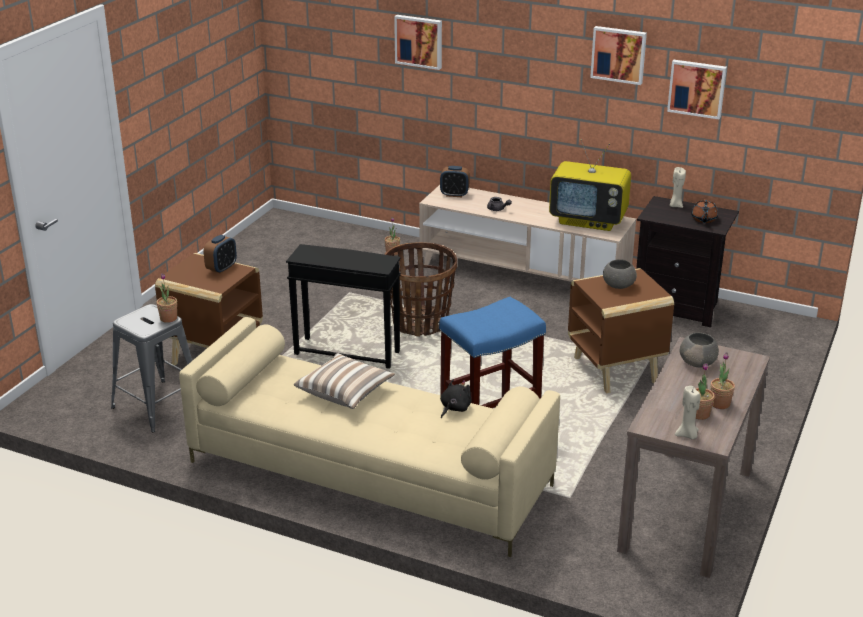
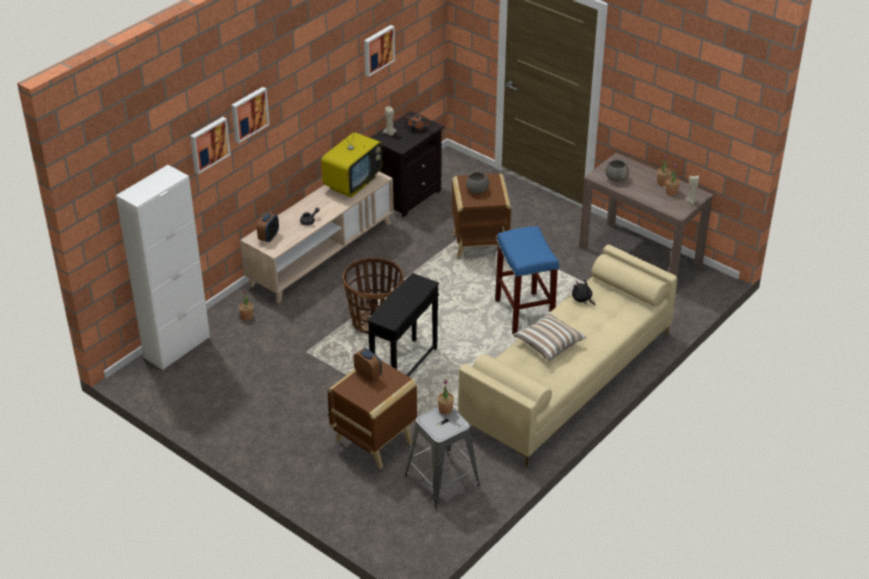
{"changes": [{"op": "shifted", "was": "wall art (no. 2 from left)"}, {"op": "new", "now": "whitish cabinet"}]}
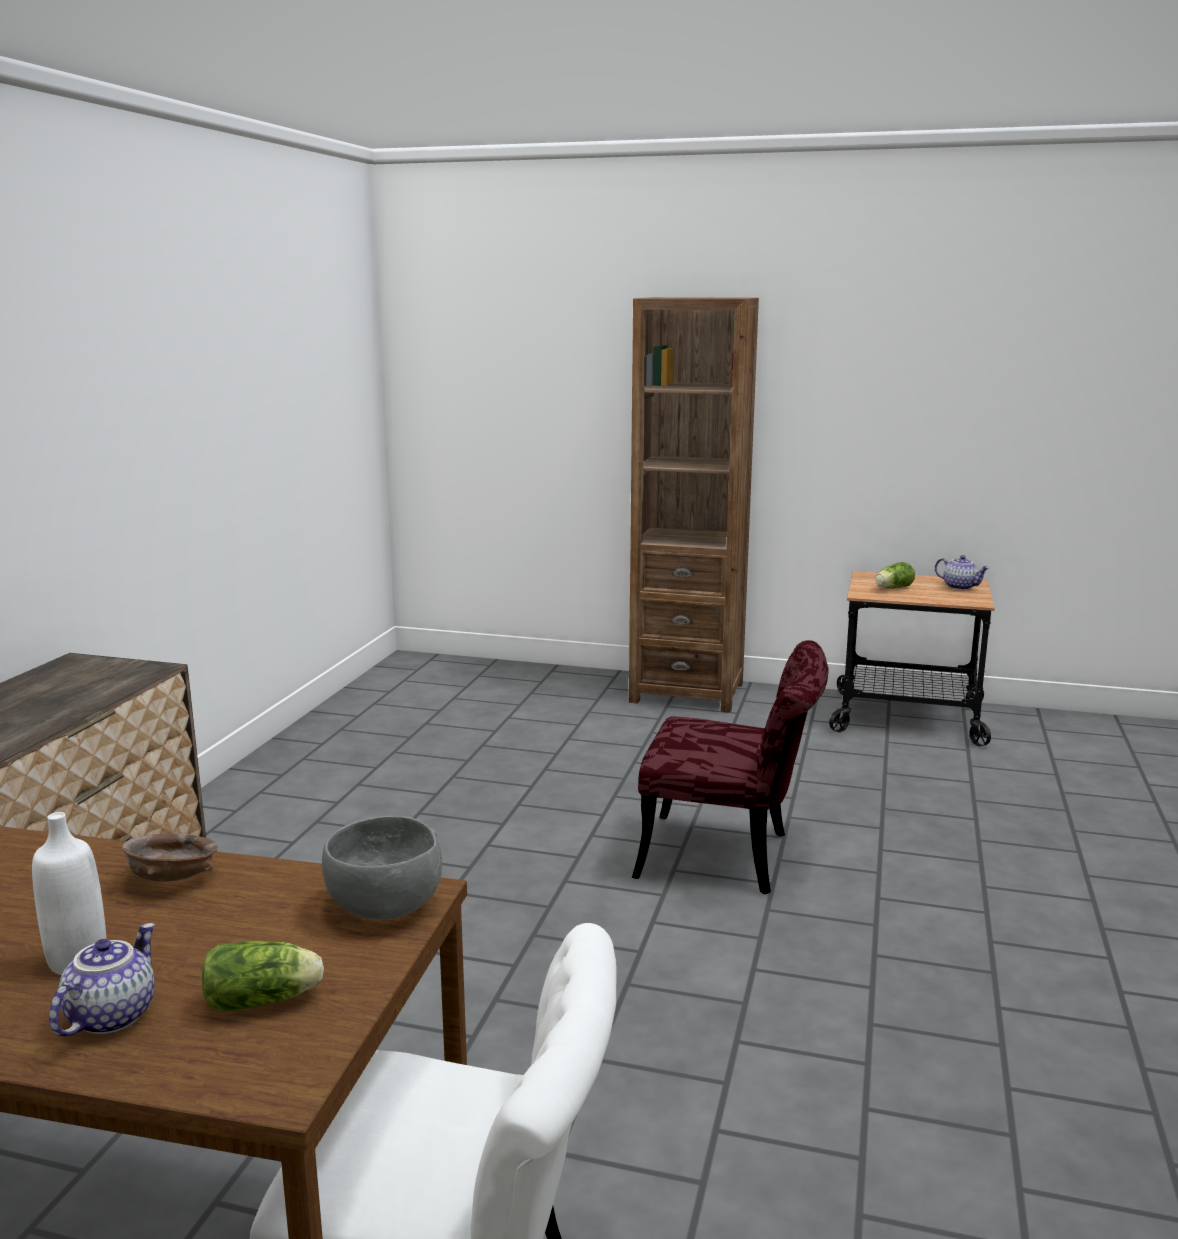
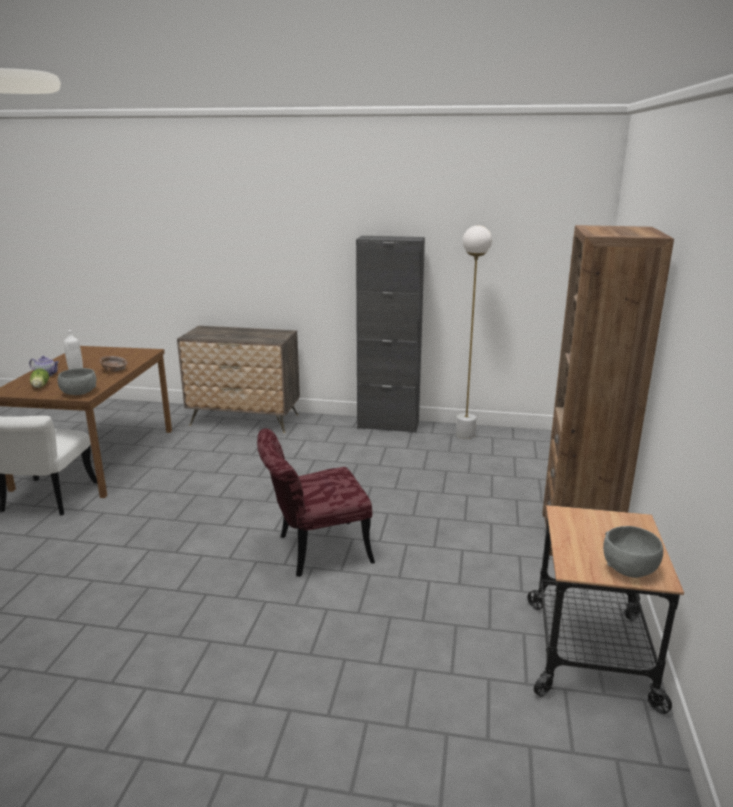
{"changes": [{"op": "rotated", "was": "red chair", "clockwise": 60}, {"op": "gone", "was": "lettuce head (no. 2 from left)"}, {"op": "swapped", "was": "teapot (no. 2 from left)", "now": "grey serving bowl (no. 2 from left)"}, {"op": "new", "now": "black-coloured cabinet"}, {"op": "new", "now": "whitish standard lamp"}]}
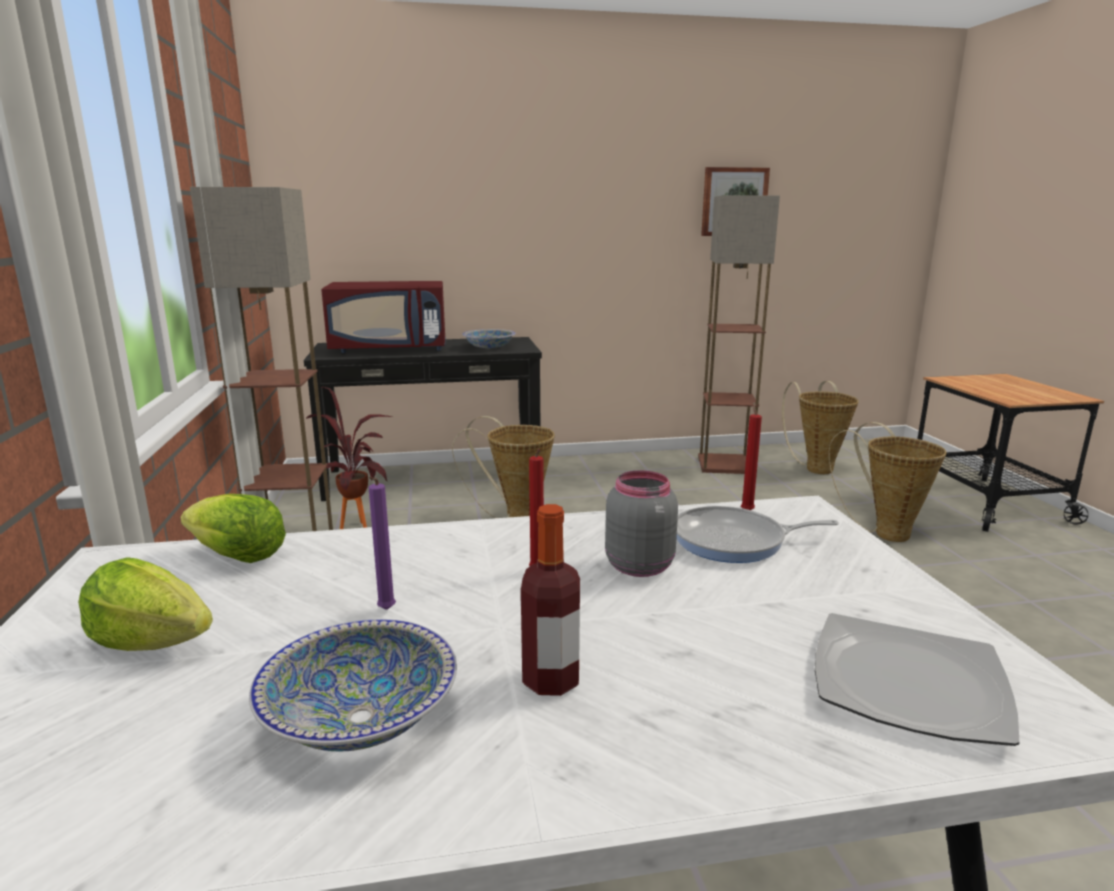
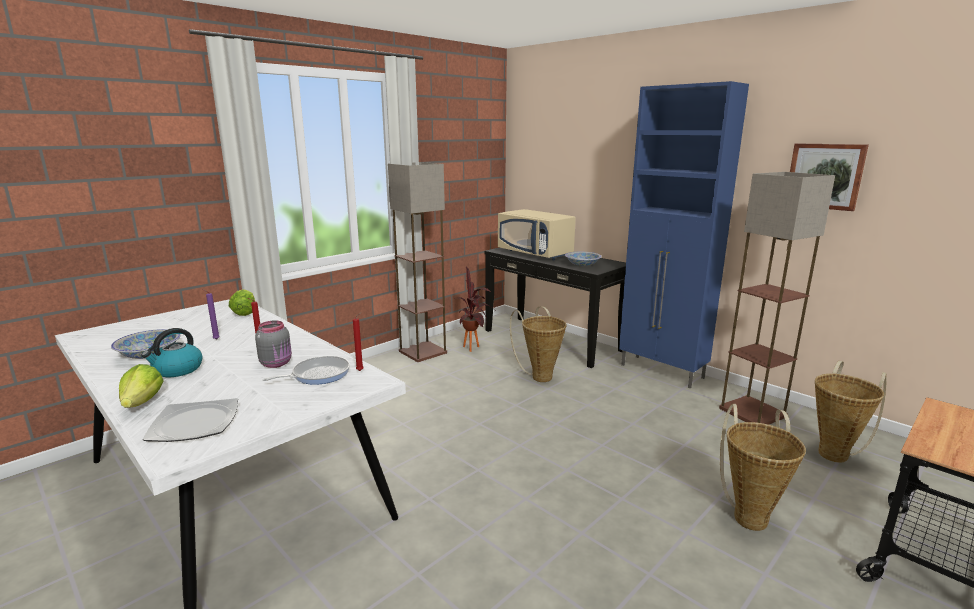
{"changes": [{"op": "shifted", "was": "lettuce head (no. 1 from left)"}, {"op": "repainted", "was": "red microwave", "now": "sand-coloured microwave"}, {"op": "swapped", "was": "drink bottle", "now": "water kettle"}, {"op": "rotated", "was": "skillet", "clockwise": 90}, {"op": "new", "now": "blue cabinet"}]}
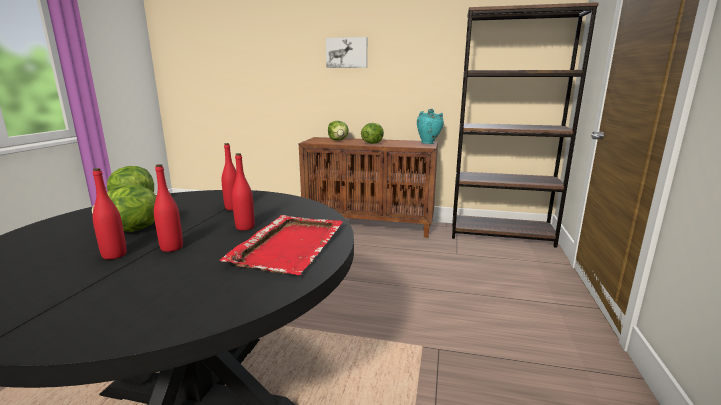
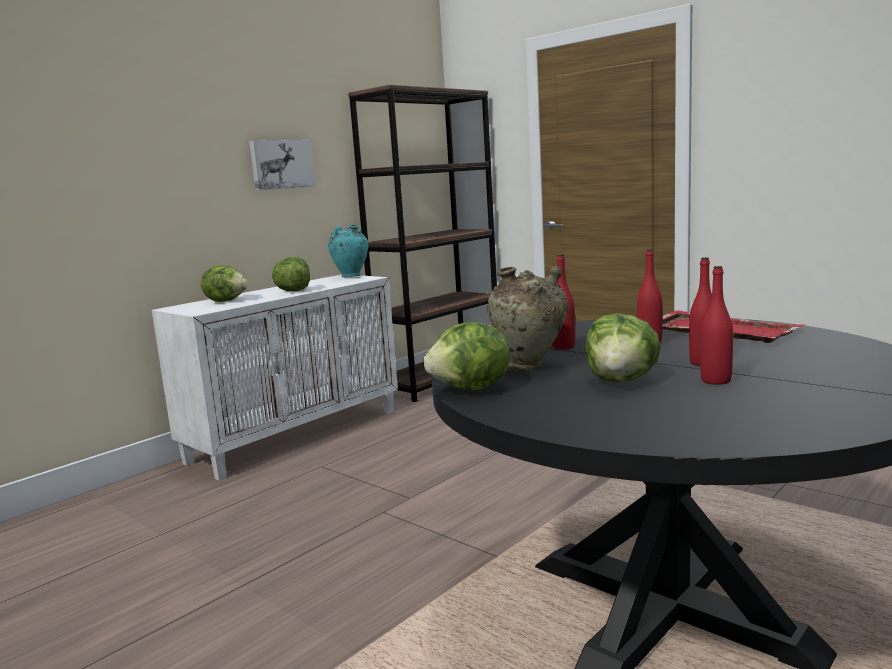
{"changes": [{"op": "repainted", "was": "brownish cabinet", "now": "whitish cabinet"}, {"op": "shifted", "was": "wall art"}, {"op": "new", "now": "sand-coloured vase"}]}
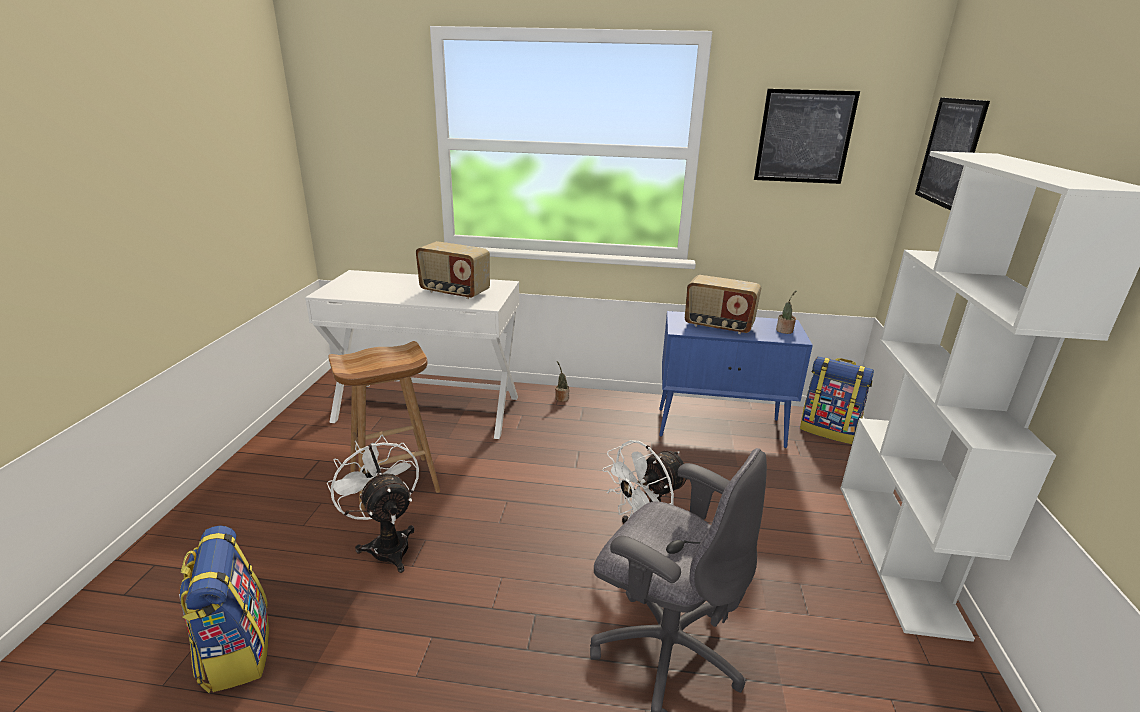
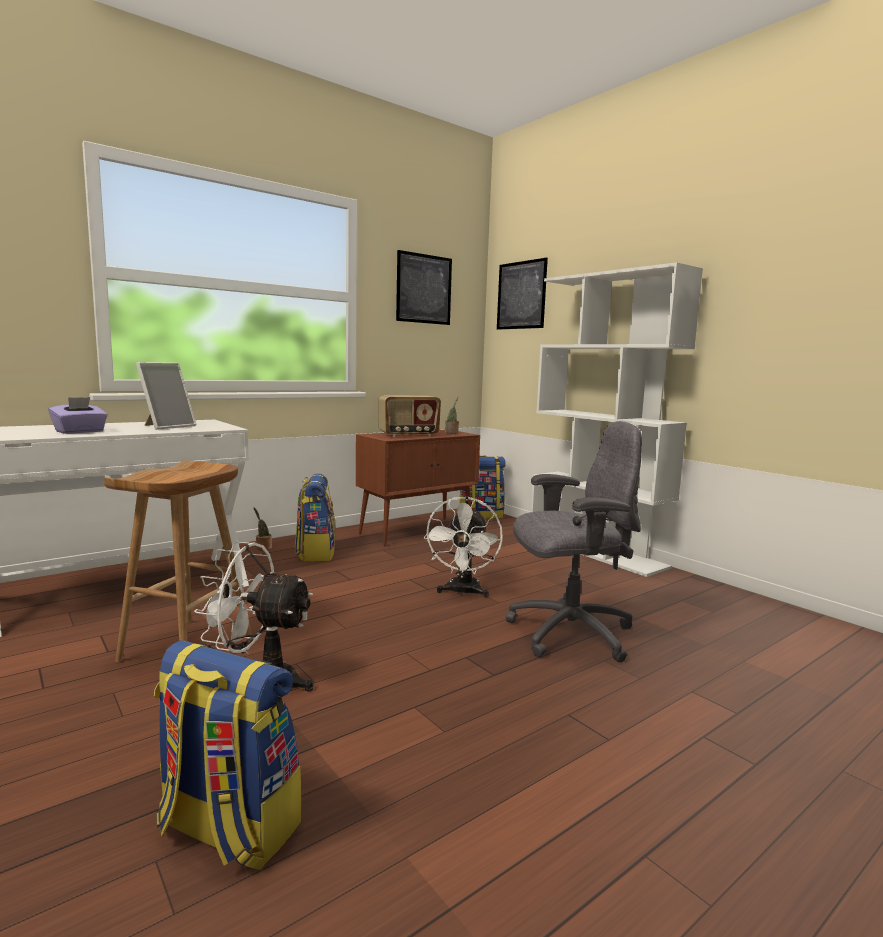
{"changes": [{"op": "swapped", "was": "radio (no. 1 from left)", "now": "standing frame"}, {"op": "repainted", "was": "blue cabinet", "now": "brownish cabinet"}, {"op": "new", "now": "purple-coloured tissue holder"}, {"op": "new", "now": "rucksack (no. 2 from left)"}]}
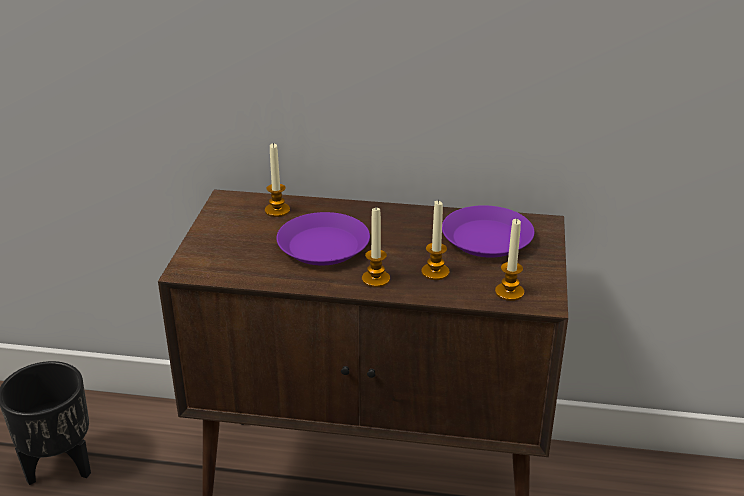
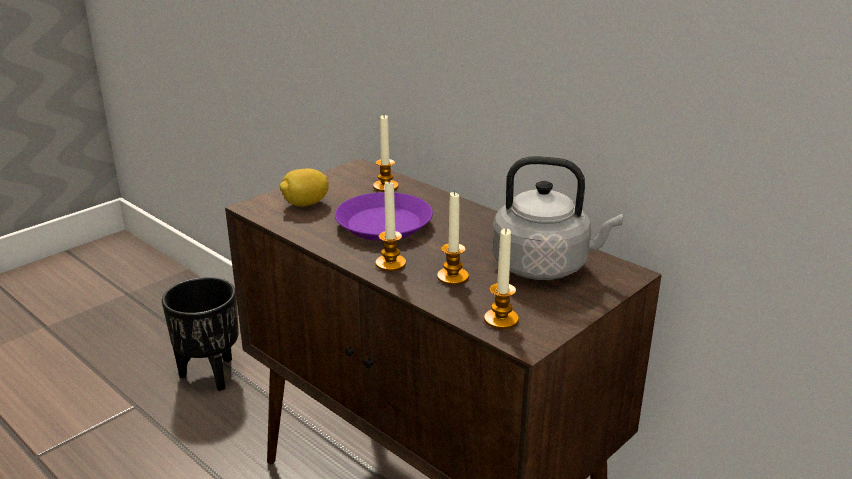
{"changes": [{"op": "swapped", "was": "purple-coloured plate (no. 2 from left)", "now": "grey water kettle"}, {"op": "new", "now": "lemon"}]}
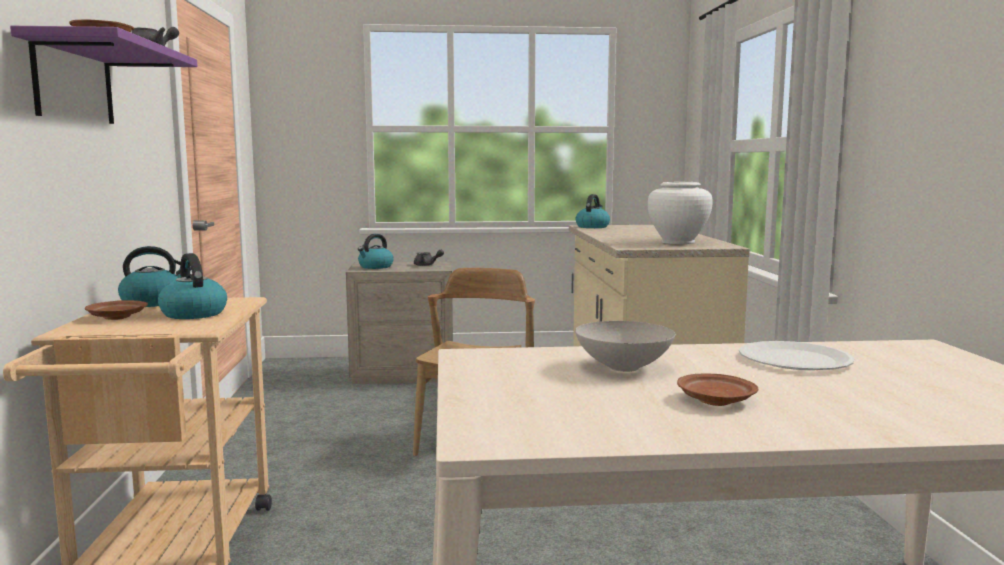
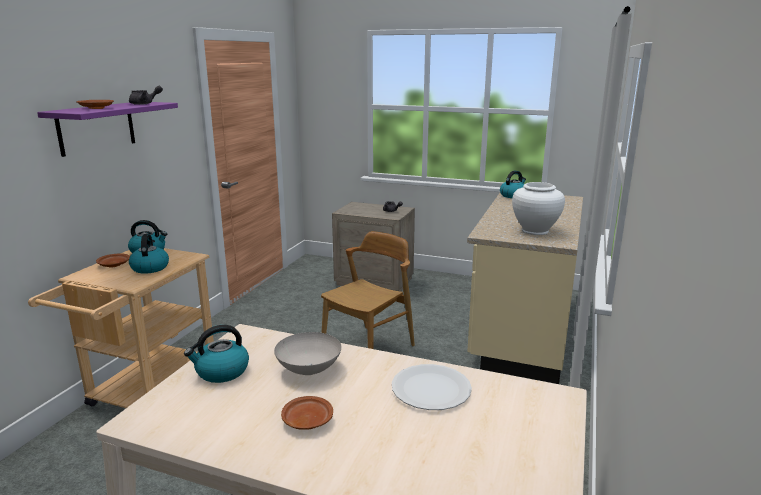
{"changes": [{"op": "shifted", "was": "water kettle (no. 3 from left)"}]}
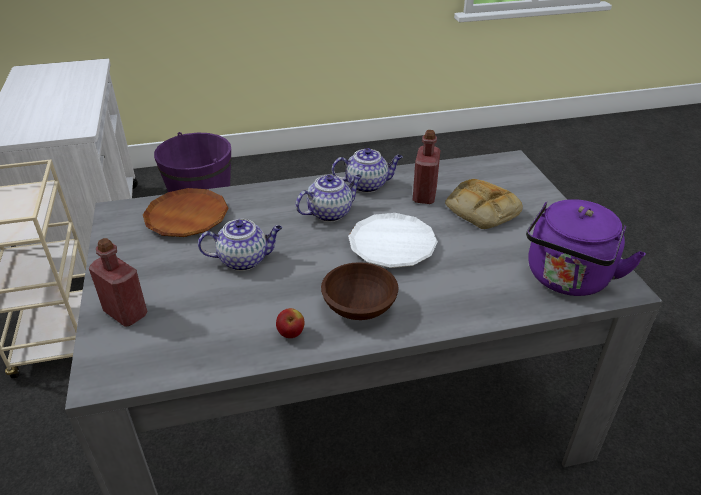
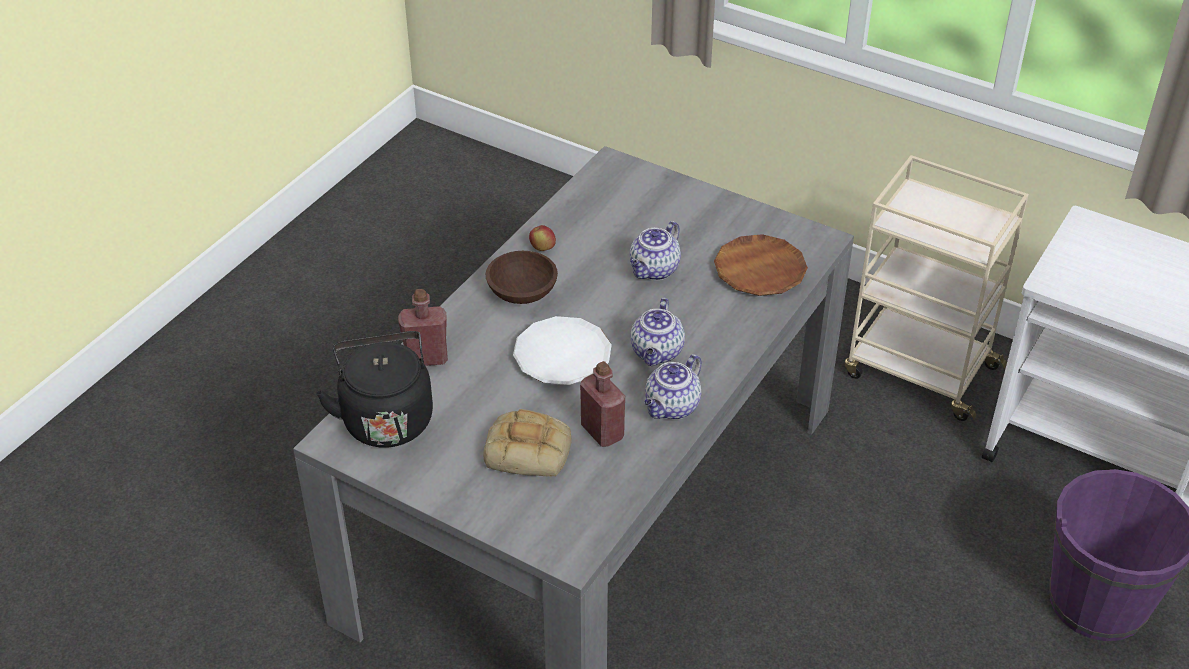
{"changes": [{"op": "shifted", "was": "red drink bottle (no. 1 from left)"}, {"op": "repainted", "was": "purple-coloured water kettle", "now": "black-coloured water kettle"}]}
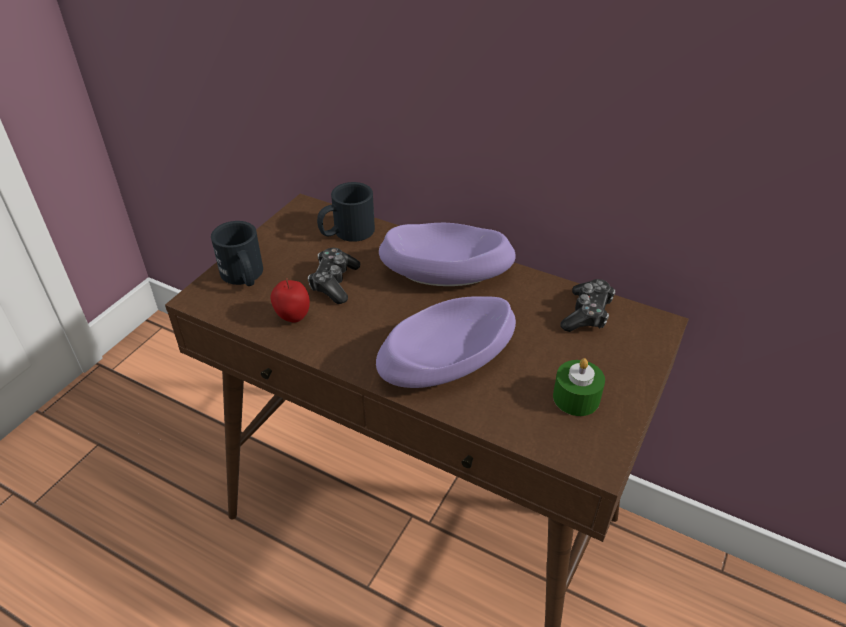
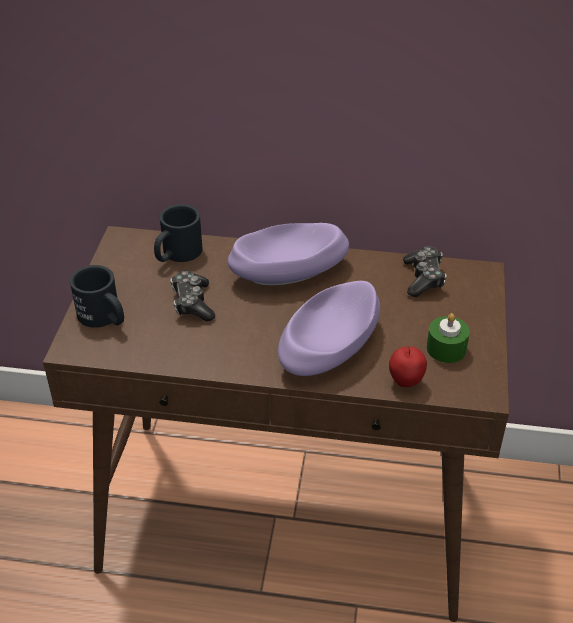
{"changes": [{"op": "shifted", "was": "apple fruit"}]}
